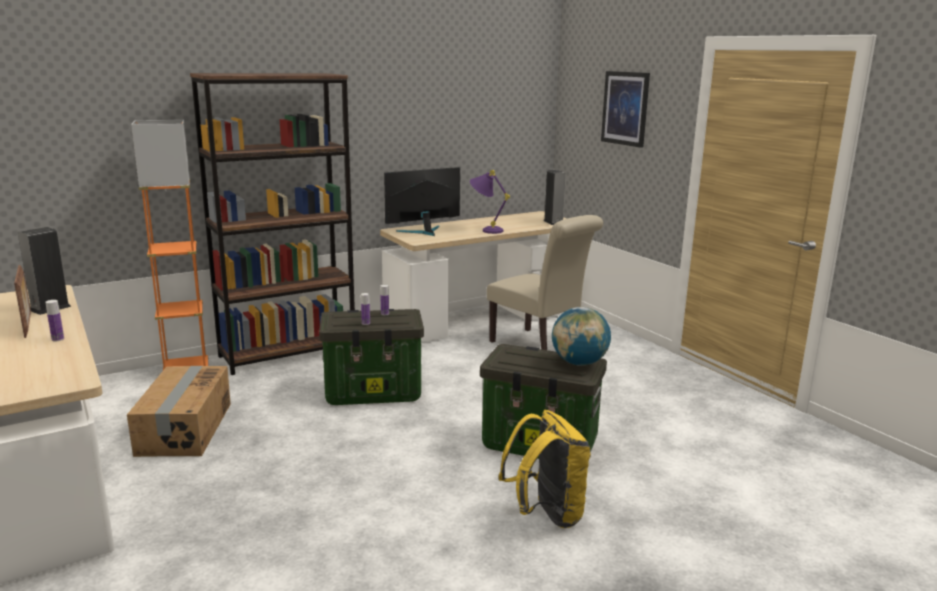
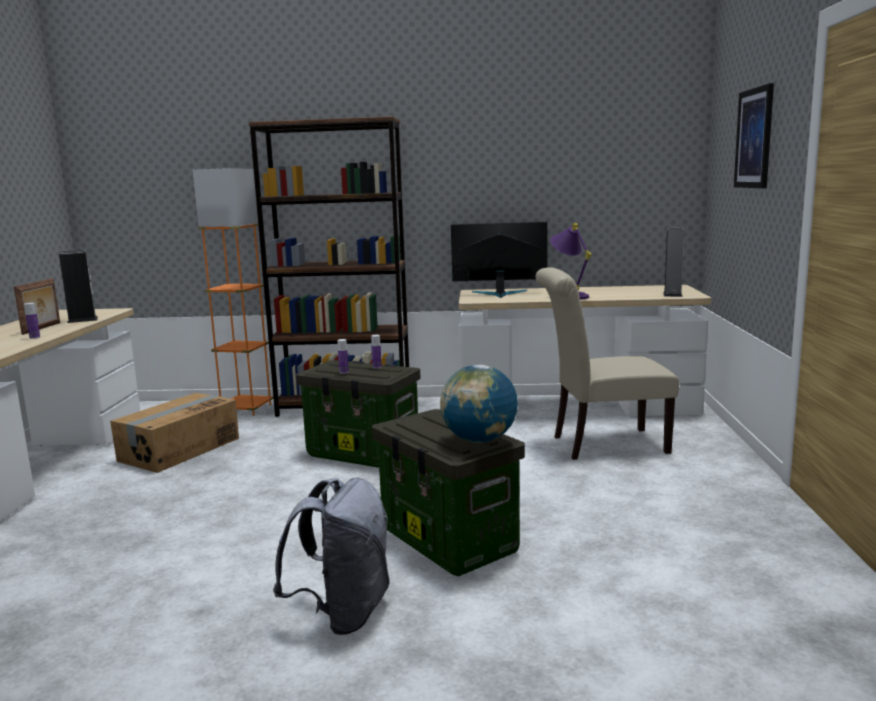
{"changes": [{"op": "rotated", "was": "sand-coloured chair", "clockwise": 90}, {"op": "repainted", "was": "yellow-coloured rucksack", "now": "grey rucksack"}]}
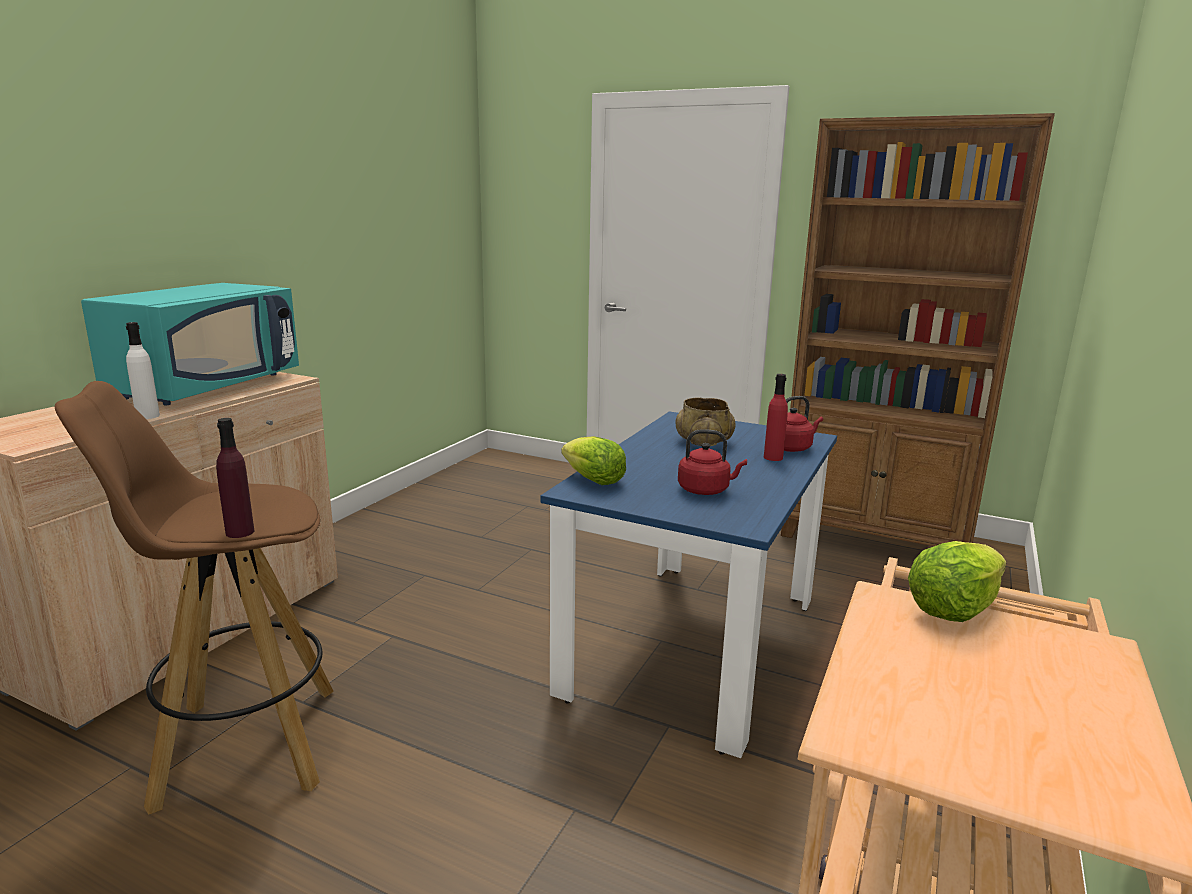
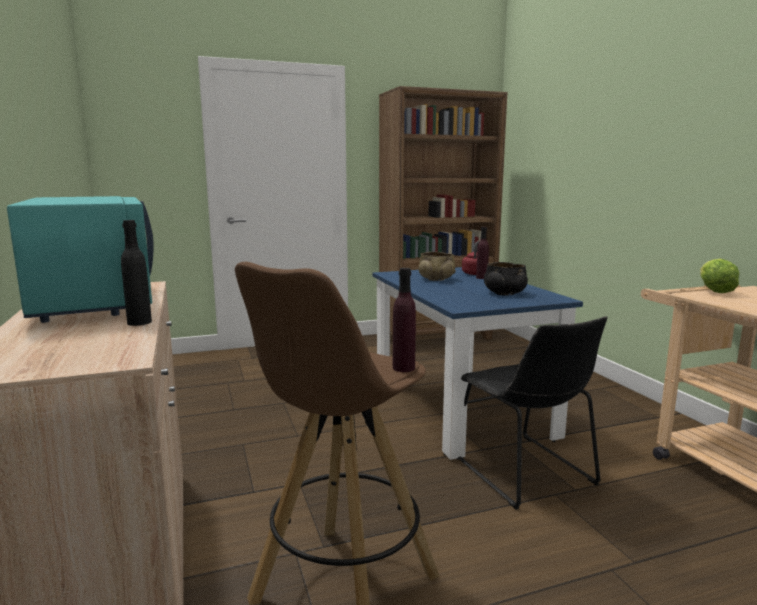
{"changes": [{"op": "repainted", "was": "whitish drink bottle", "now": "black-coloured drink bottle"}, {"op": "gone", "was": "lettuce head (no. 1 from left)"}, {"op": "swapped", "was": "red water kettle (no. 1 from left)", "now": "black-coloured serving bowl"}, {"op": "repainted", "was": "red drink bottle", "now": "purple-coloured drink bottle (no. 2 from left)"}, {"op": "new", "now": "black-coloured chair"}]}
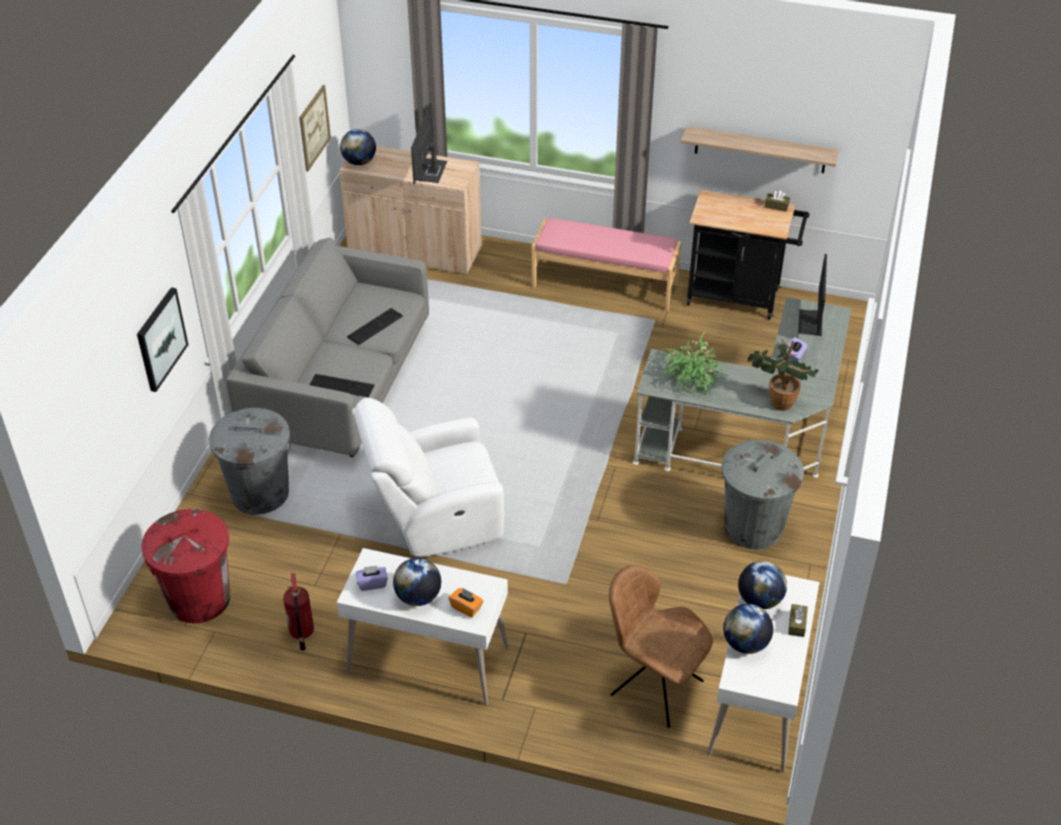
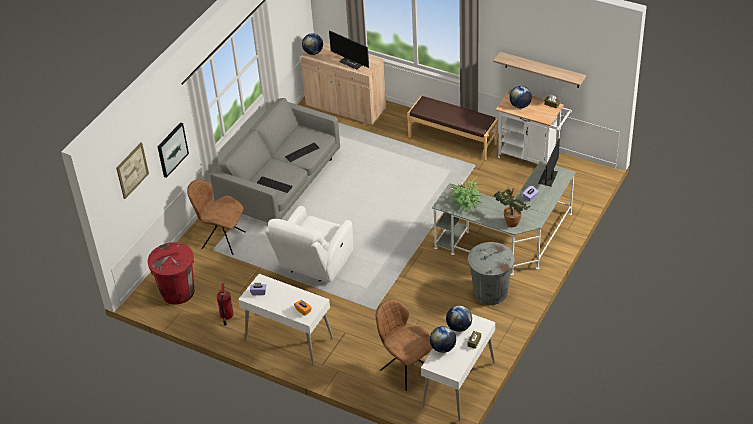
{"changes": [{"op": "swapped", "was": "grey trash can (no. 1 from left)", "now": "brownish chair (no. 1 from left)"}, {"op": "shifted", "was": "wall art (no. 2 from left in the first image)", "now": "wall art (no. 1 from left)"}, {"op": "rotated", "was": "whitish lounge chair", "clockwise": -60}, {"op": "shifted", "was": "world globe (no. 2 from left in the first image)", "now": "world globe (no. 4 from left)"}, {"op": "rotated", "was": "monitor (no. 1 from left)", "clockwise": -75}, {"op": "repainted", "was": "pink bench", "now": "brownish bench"}, {"op": "repainted", "was": "black-coloured cart", "now": "whitish cart"}]}
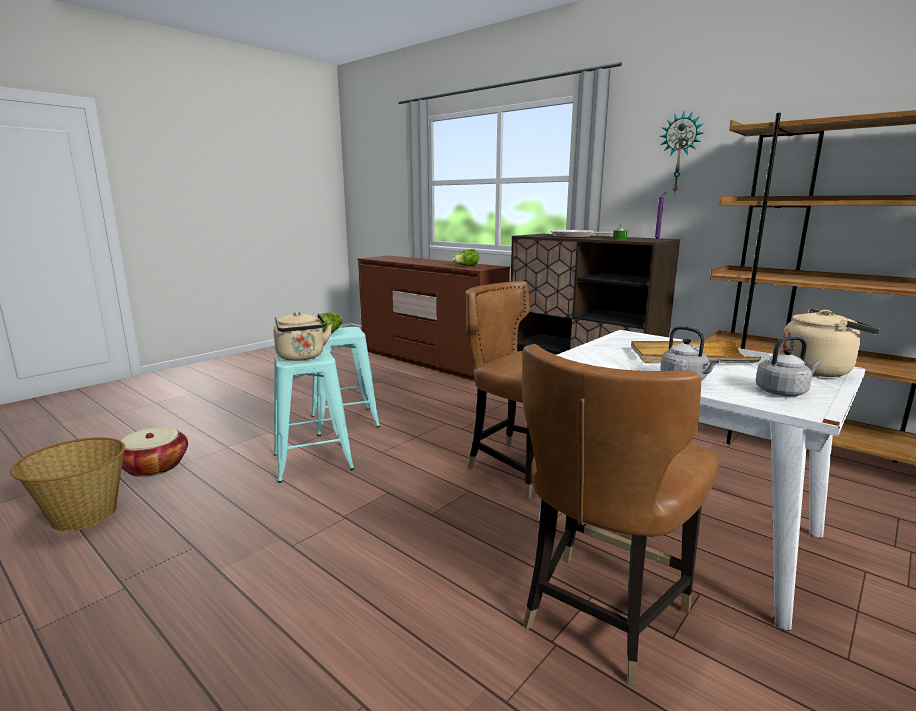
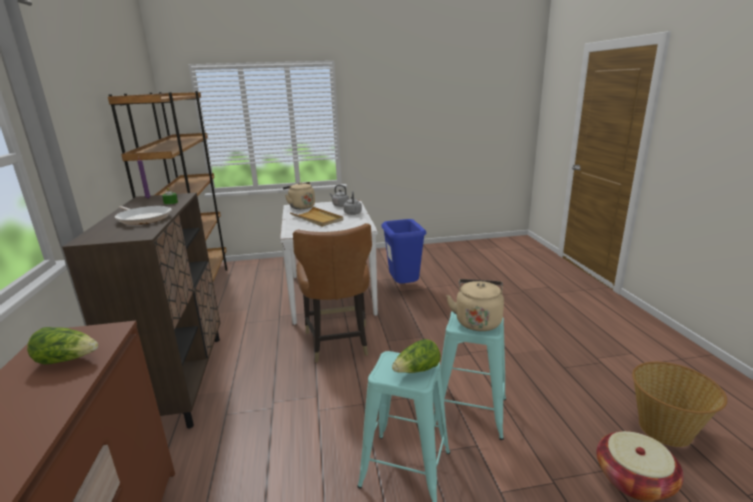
{"changes": [{"op": "swapped", "was": "brownish chair (no. 2 from left)", "now": "blue trash can"}, {"op": "gone", "was": "wall clock"}]}
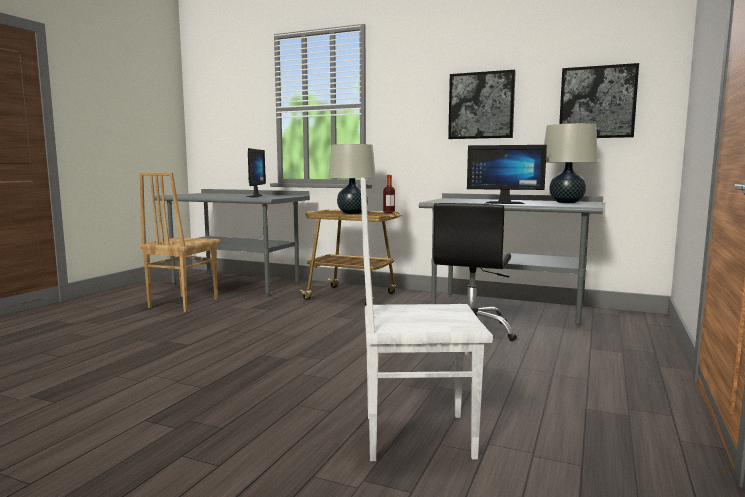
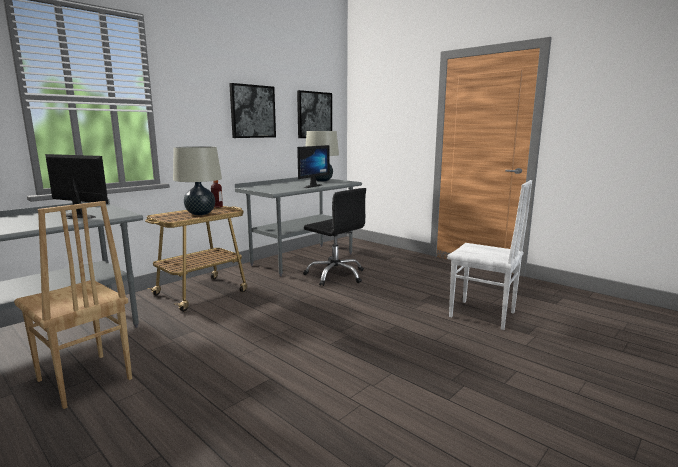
{"changes": [{"op": "rotated", "was": "whitish chair", "clockwise": -75}]}
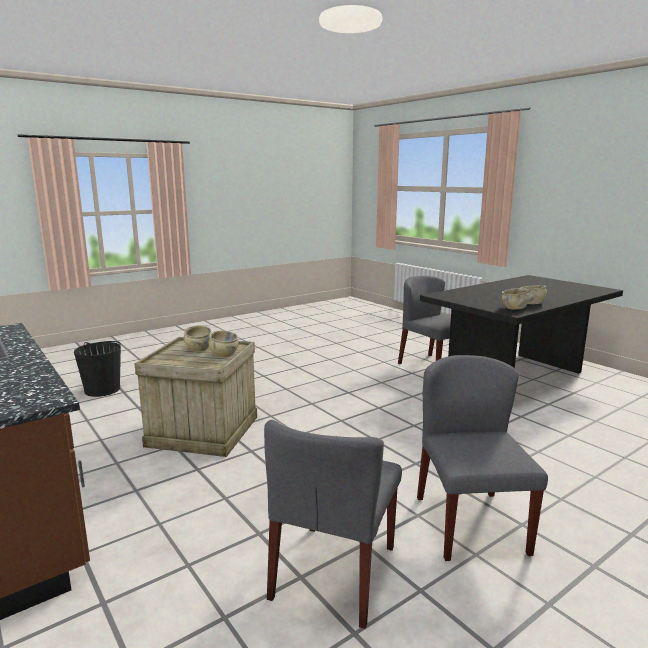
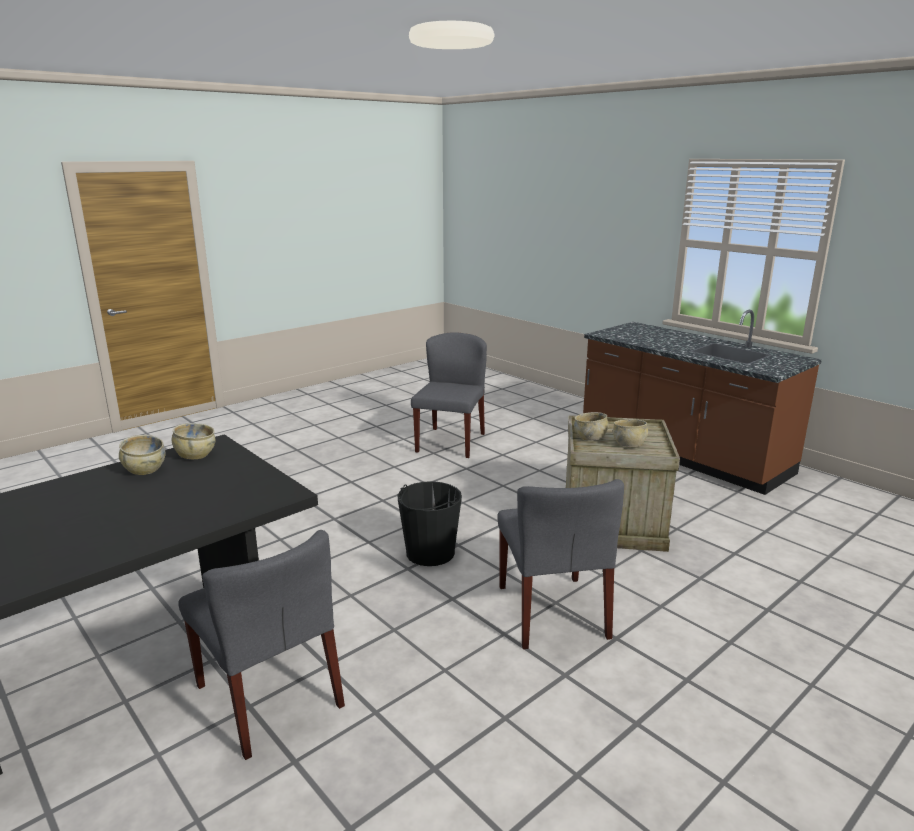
{"changes": [{"op": "shifted", "was": "black-coloured bucket"}, {"op": "shifted", "was": "grey chair (no. 3 from left)"}]}
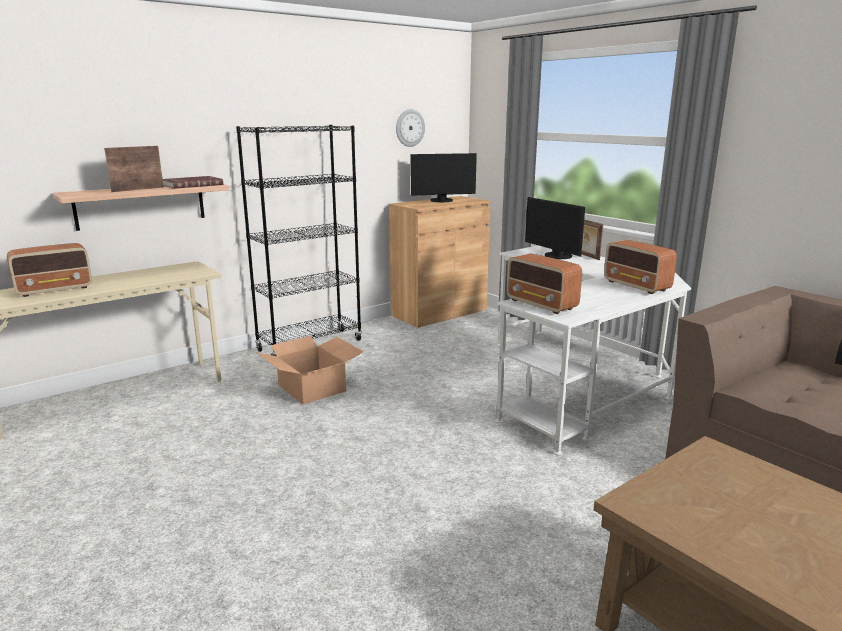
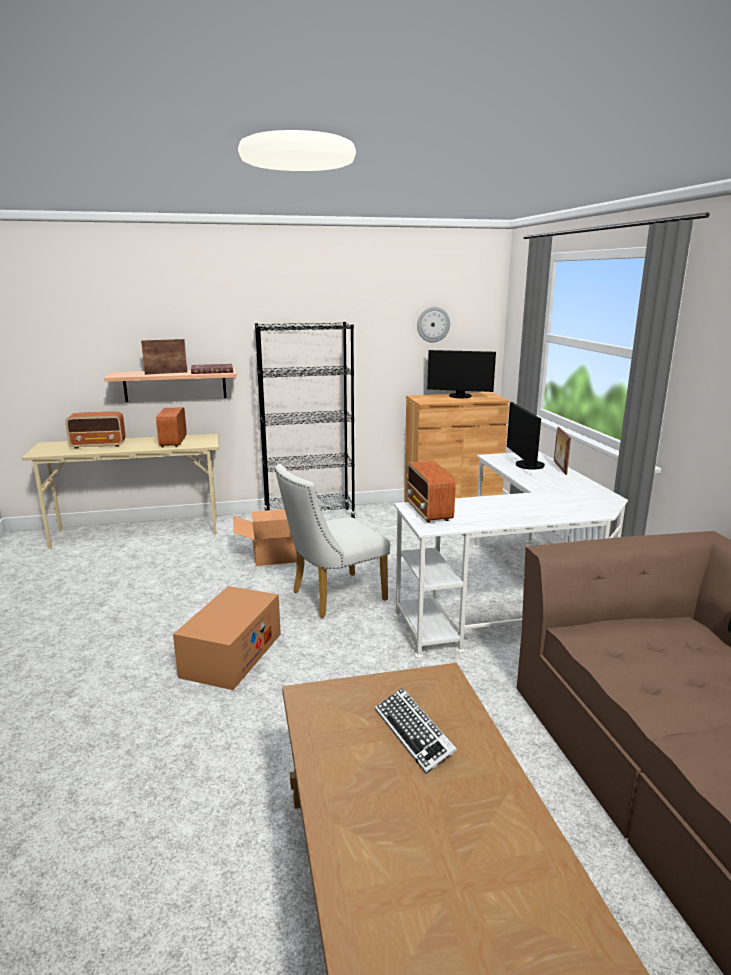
{"changes": [{"op": "shifted", "was": "radio (no. 3 from left in the first image)", "now": "radio (no. 2 from left)"}, {"op": "new", "now": "cardboard box (no. 1 from left)"}, {"op": "new", "now": "whitish chair"}, {"op": "new", "now": "computer keyboard"}]}
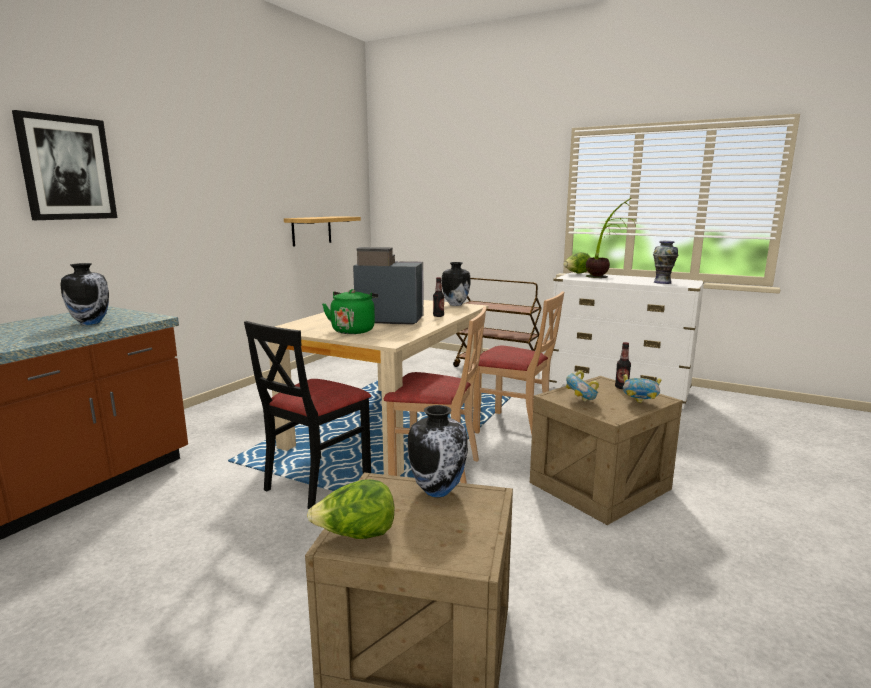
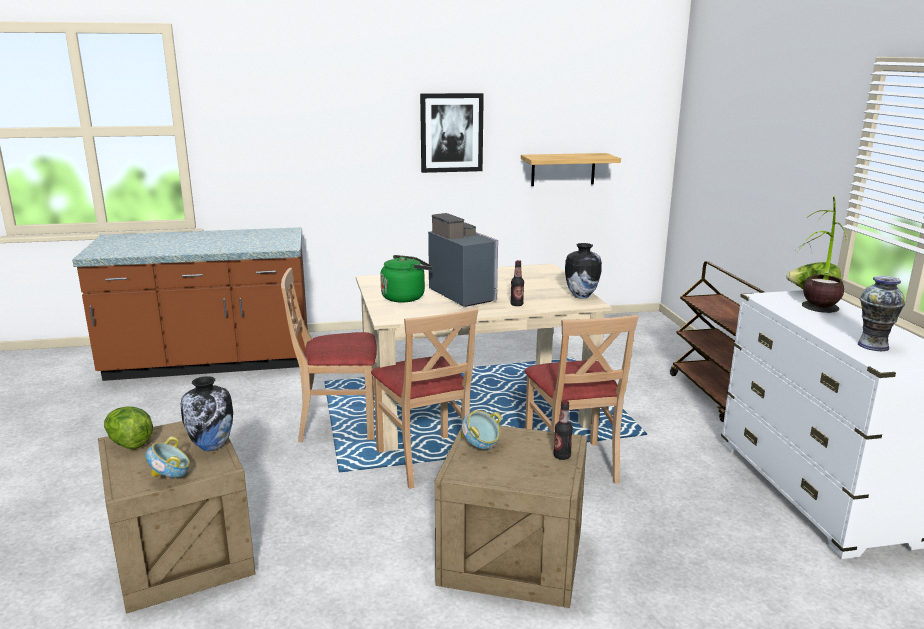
{"changes": [{"op": "shifted", "was": "wall art"}, {"op": "gone", "was": "vase (no. 1 from left)"}, {"op": "repainted", "was": "black-coloured chair", "now": "sand-coloured chair (no. 1 from left)"}, {"op": "shifted", "was": "serving bowl (no. 2 from left in the first image)", "now": "serving bowl (no. 1 from left)"}]}
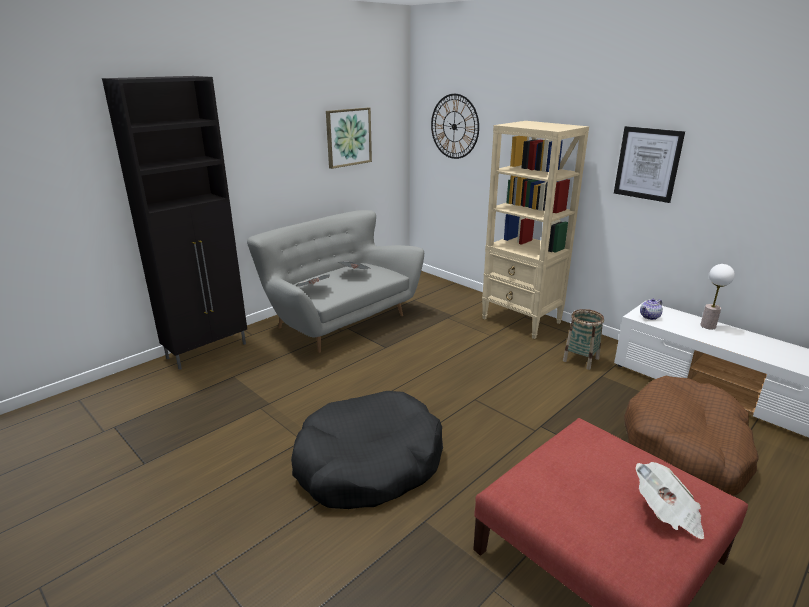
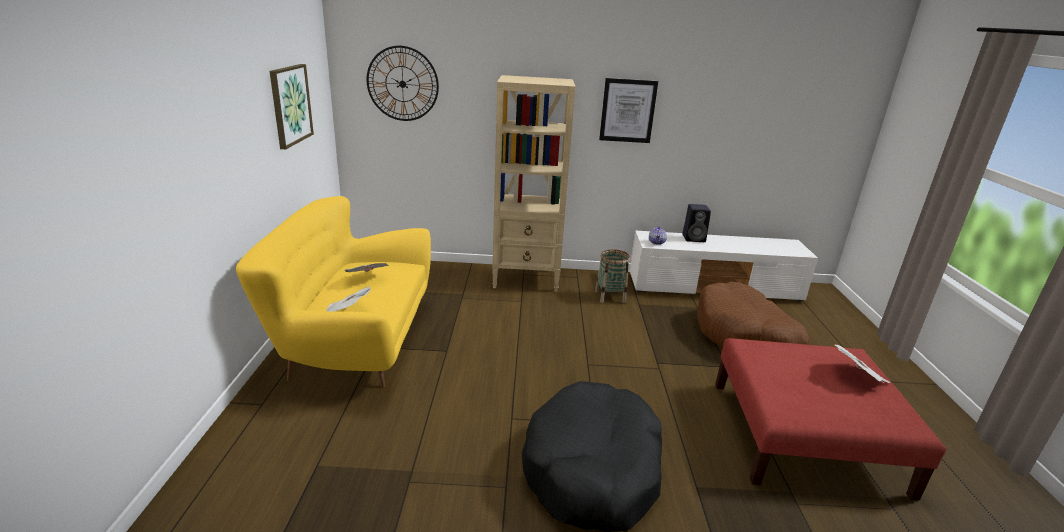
{"changes": [{"op": "gone", "was": "black-coloured cabinet"}, {"op": "repainted", "was": "grey settee", "now": "yellow-coloured settee"}, {"op": "swapped", "was": "lamp for a table", "now": "black-coloured loudspeaker"}]}
